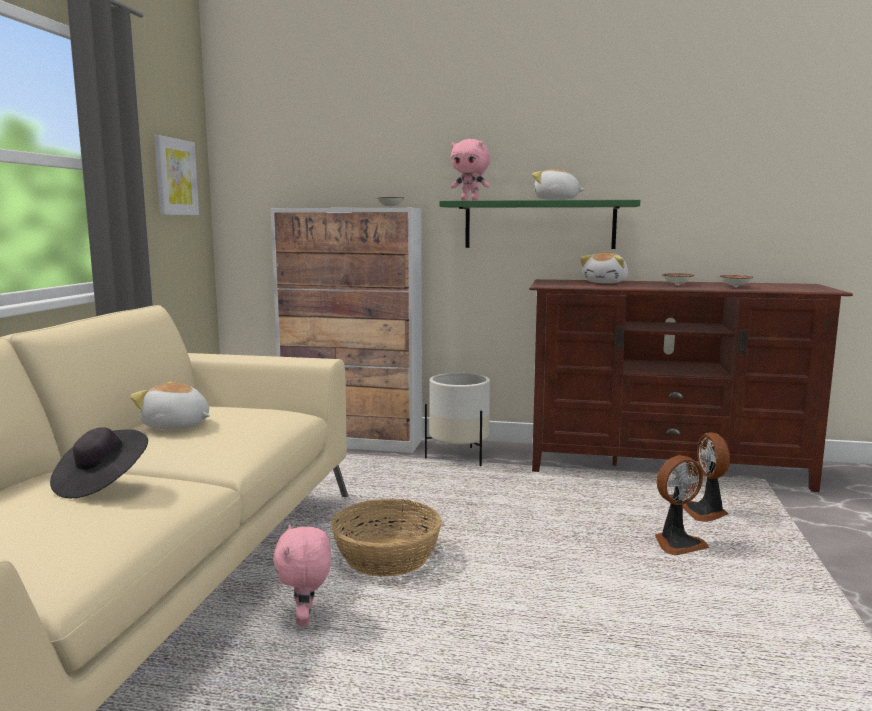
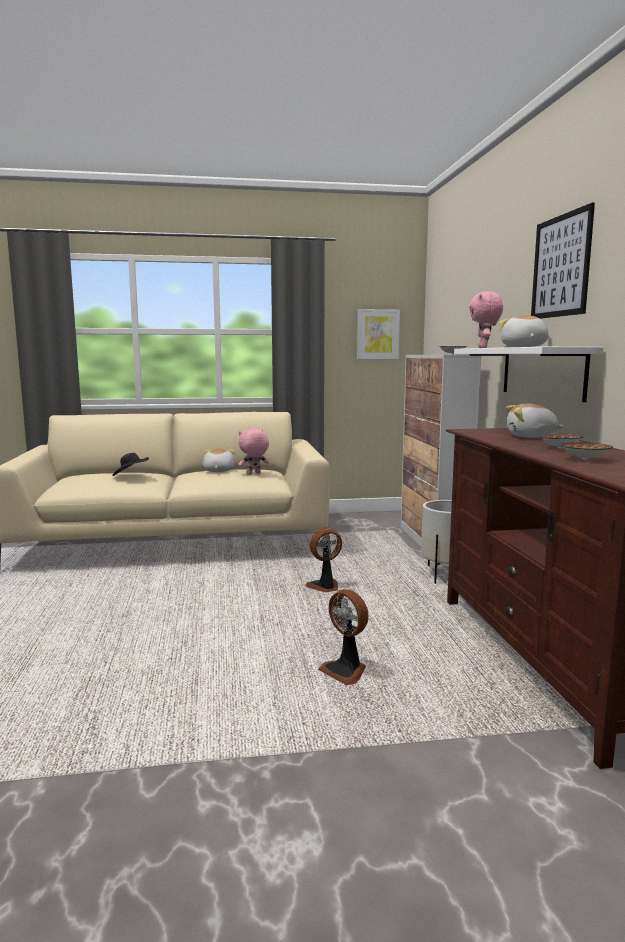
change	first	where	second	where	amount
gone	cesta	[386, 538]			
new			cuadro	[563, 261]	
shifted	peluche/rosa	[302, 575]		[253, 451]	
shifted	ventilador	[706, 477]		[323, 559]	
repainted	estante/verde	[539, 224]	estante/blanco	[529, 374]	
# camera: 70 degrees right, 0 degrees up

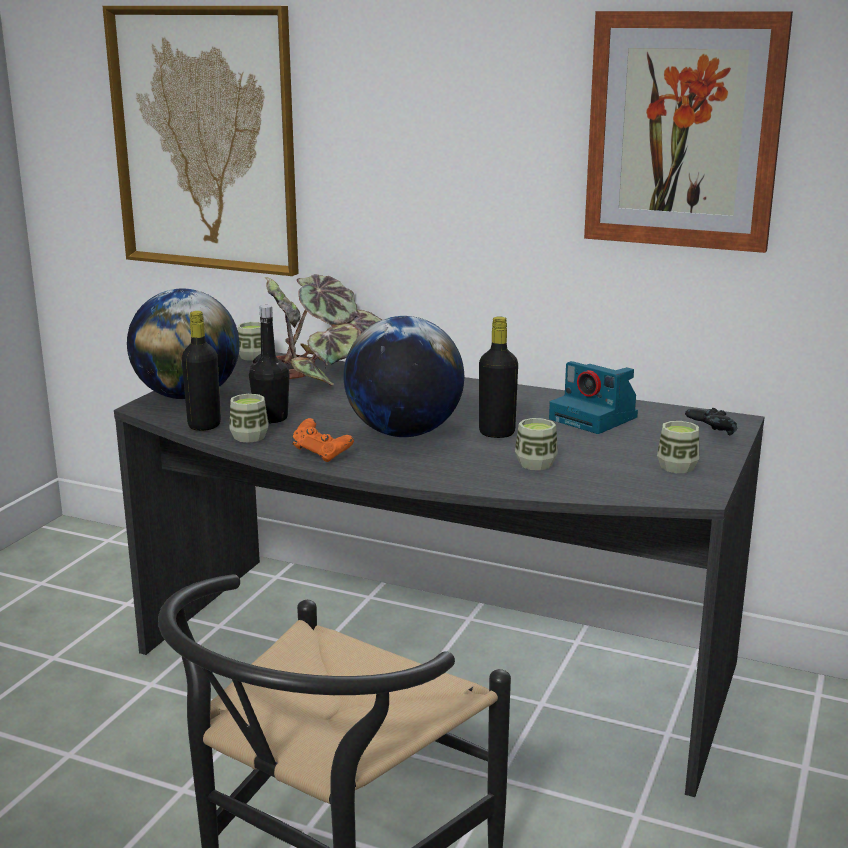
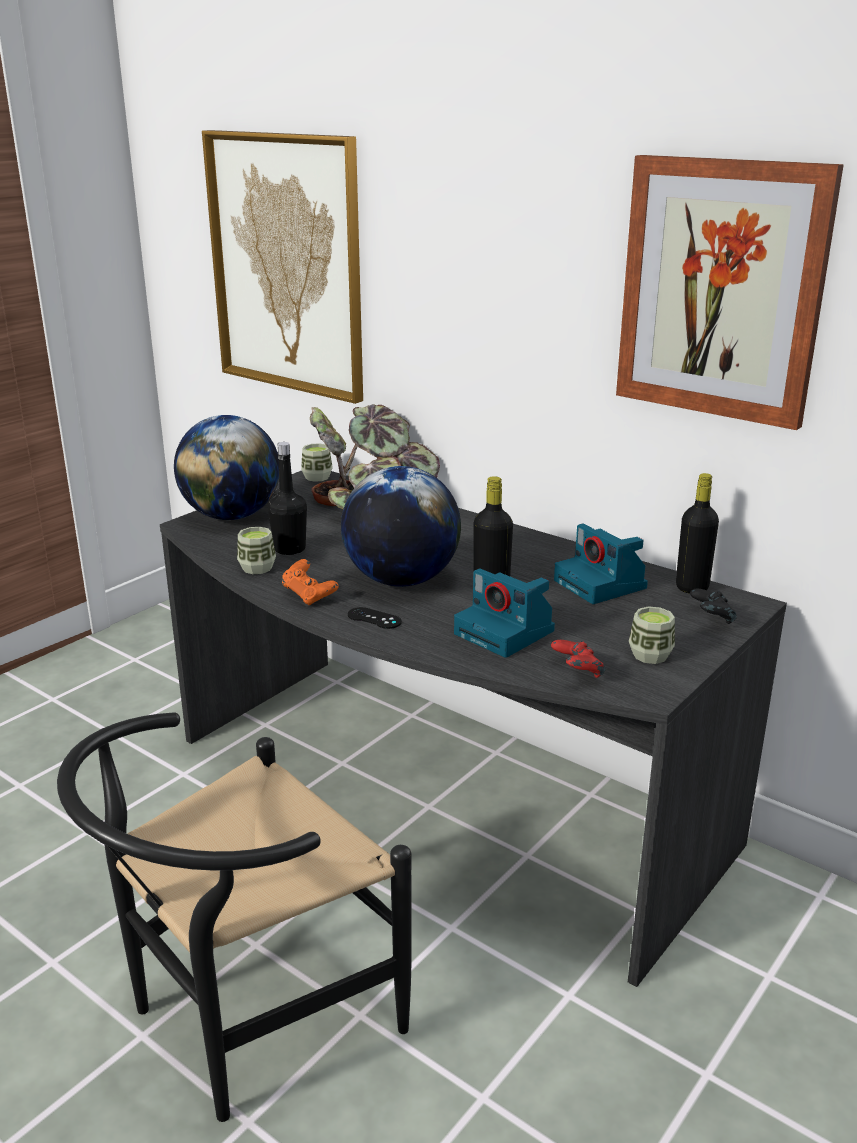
change	first	where	second	where	amount
new			mando de consola/negro	[375, 618]	
new			mando de consola/rojo	[578, 659]	
shifted	botella/negro	[201, 371]		[697, 533]	
swapped	taza	[536, 444]	cámara	[504, 613]	
# camera: 15 degrees right, 5 degrees up

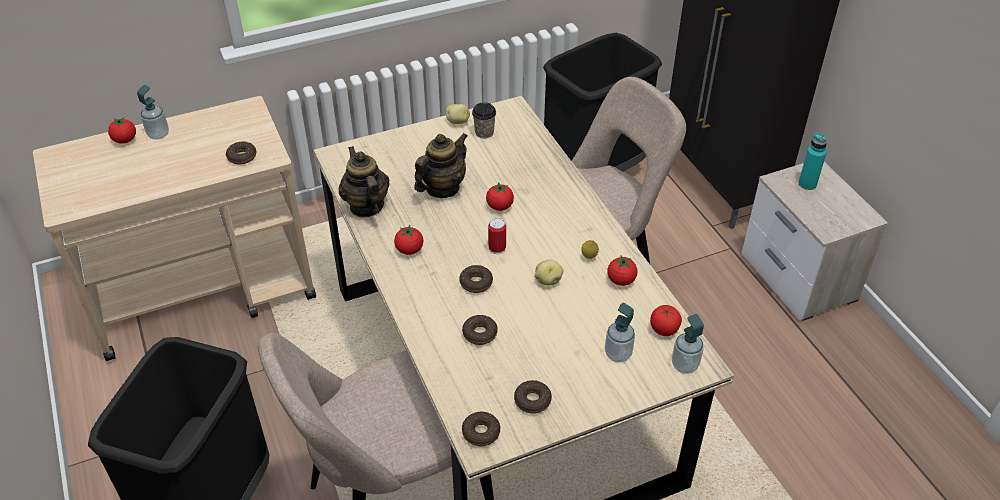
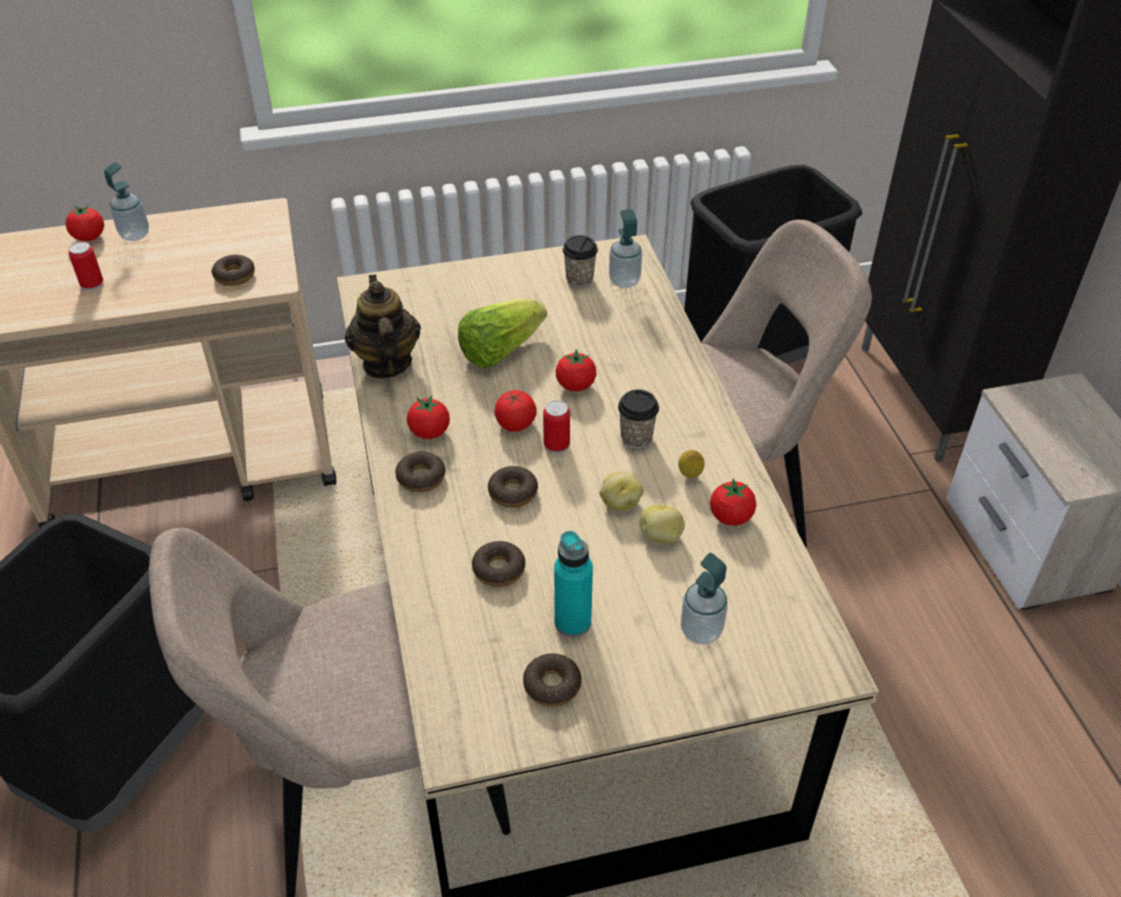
change	first	where	second	where	amount
new			lata	[86, 266]	
new			taza	[638, 419]	
shifted	patata	[458, 114]		[662, 524]	
shifted	rosquilla	[481, 429]		[420, 471]	
shifted	tomate	[666, 320]		[515, 411]	
shifted	dispensador de jabón	[688, 344]		[625, 248]	
shifted	botella/turquesa	[812, 161]		[573, 584]	
swapped	tetera	[441, 165]	lechuga	[502, 334]	
# camera: 10 degrees right, 0 degrees up

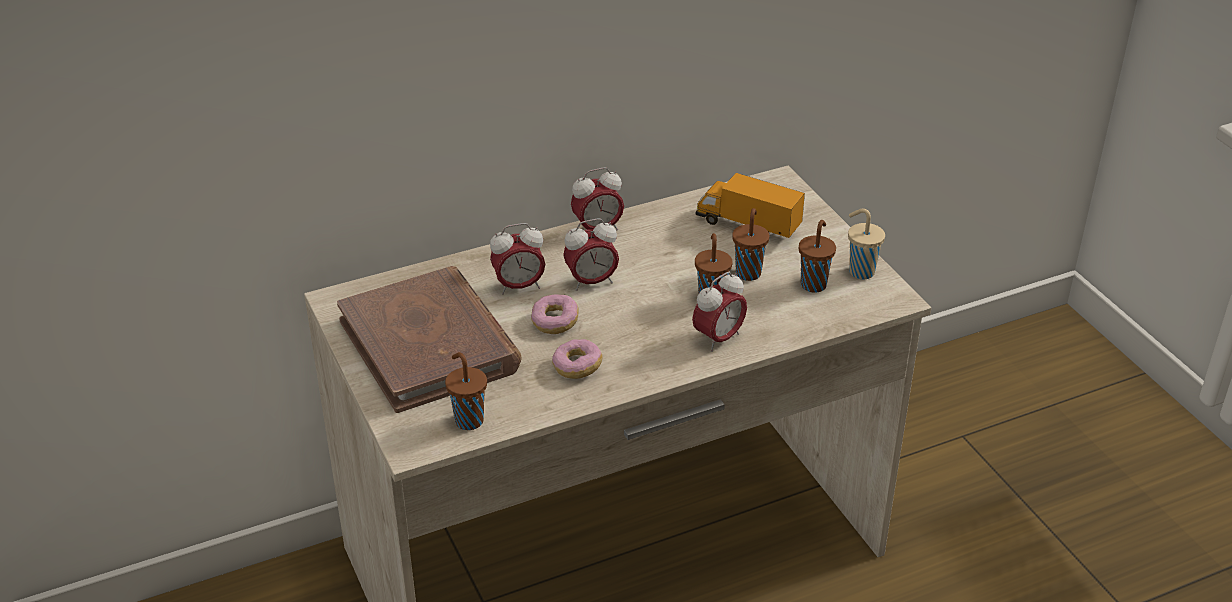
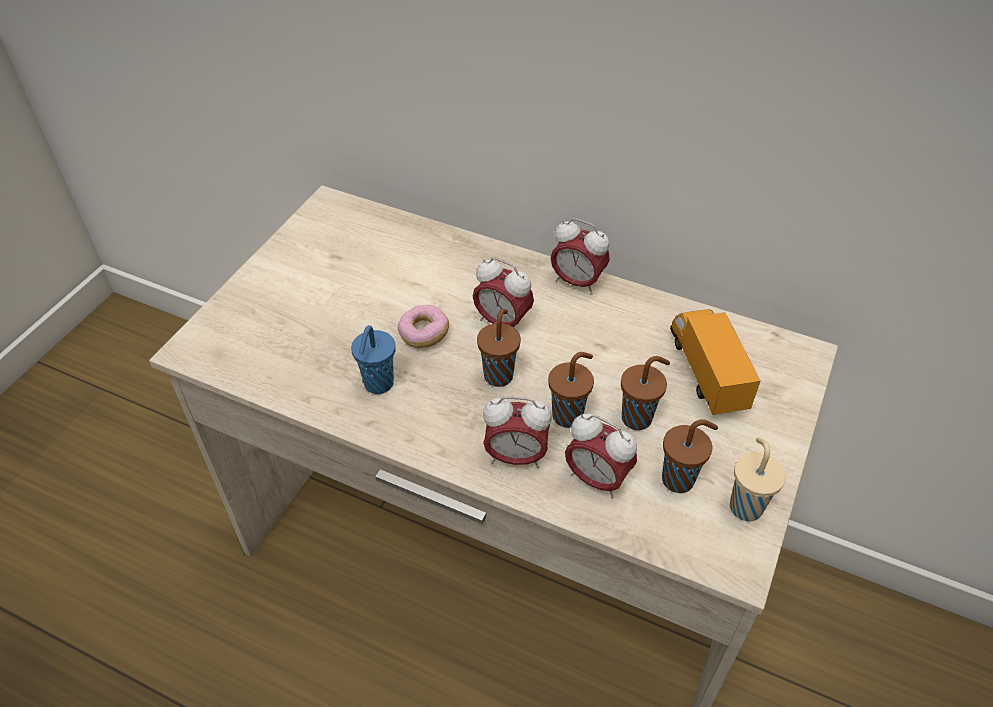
change	first	where	second	where	amount
gone	libro/marrón	[429, 339]			
shifted	taza/marrón	[466, 391]		[499, 348]	
shifted	despertador	[517, 259]		[601, 456]	
swapped	rosquilla	[577, 359]	taza/azul	[373, 359]	
# camera: 50 degrees right, 10 degrees up

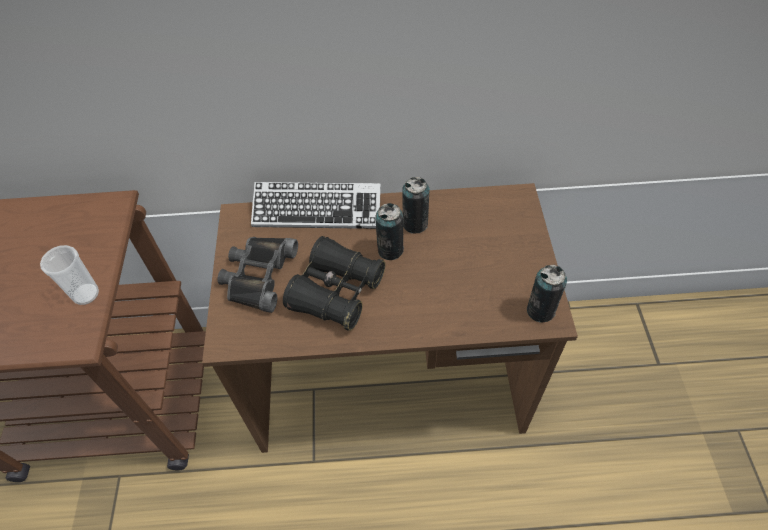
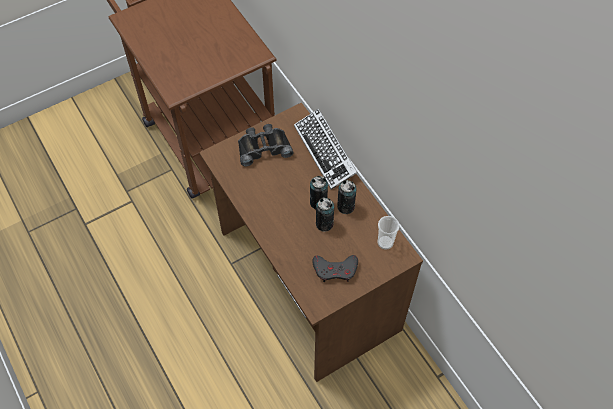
change	first	where	second	where	amount
gone	prismáticos/negro	[334, 283]			
new			mando de consola/gris	[335, 268]	
shifted	taza	[69, 275]		[388, 233]	
shifted	lata	[547, 294]		[325, 214]	
# camera: 60 degrees right, 5 degrees up

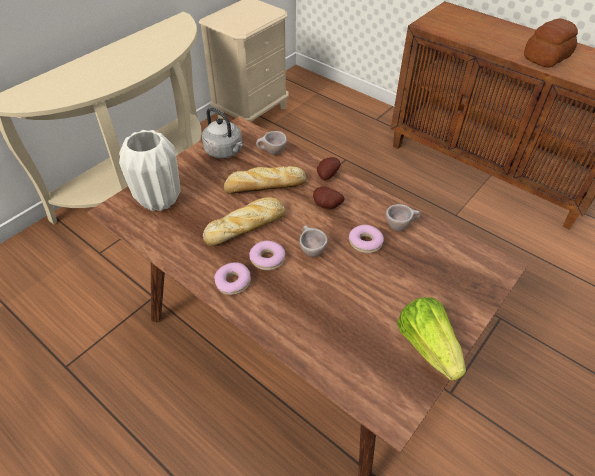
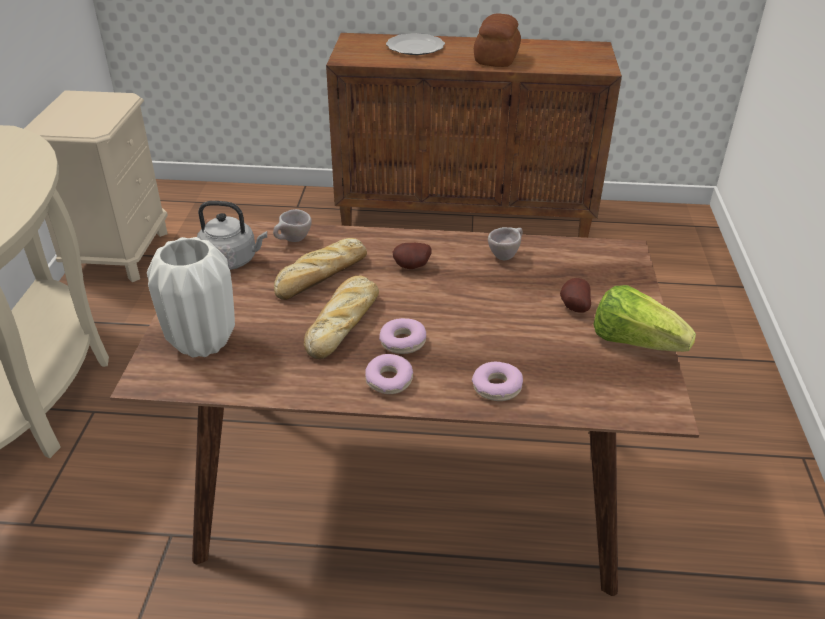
change	first	where	second	where	amount
gone	taza/beis	[313, 241]			
new			plato	[415, 44]	
shifted	patata	[329, 168]		[575, 295]	
shifted	rosquilla	[366, 239]		[497, 381]	
# camera: 35 degrees left, 10 degrees down

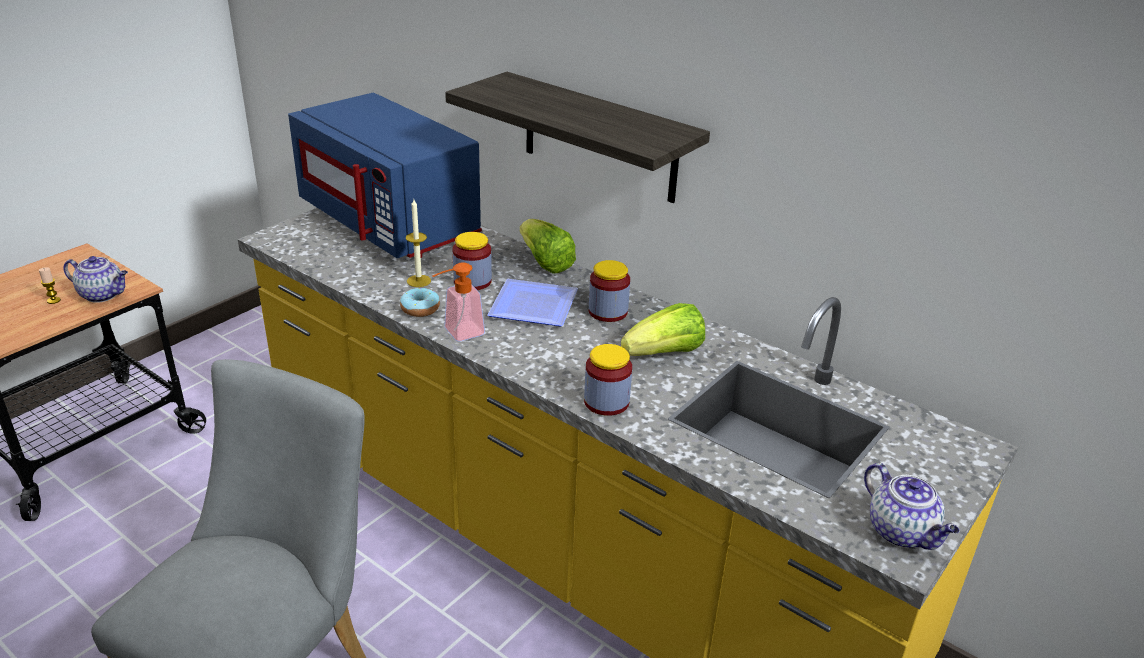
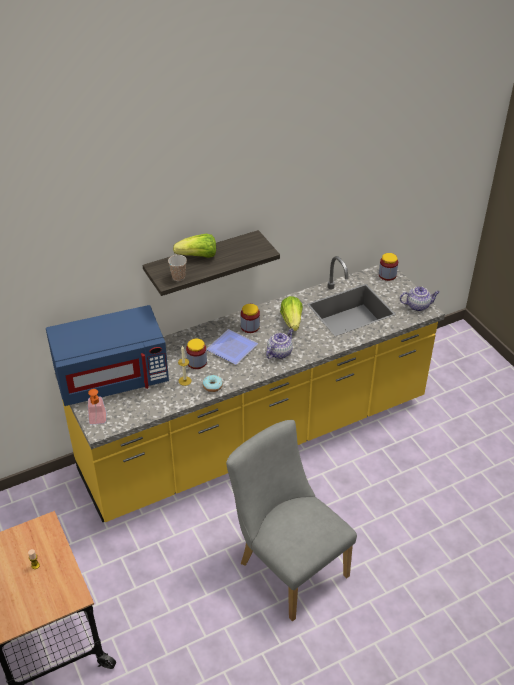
change	first	where	second	where	amount
new			taza	[177, 268]	
shifted	tetera	[95, 279]		[280, 343]	
shifted	dispensador de jabón	[458, 302]		[97, 407]	
shifted	lechuga	[548, 246]		[194, 246]	
shifted	tarro	[608, 380]		[388, 267]	
# camera: 65 degrees left, 10 degrees up

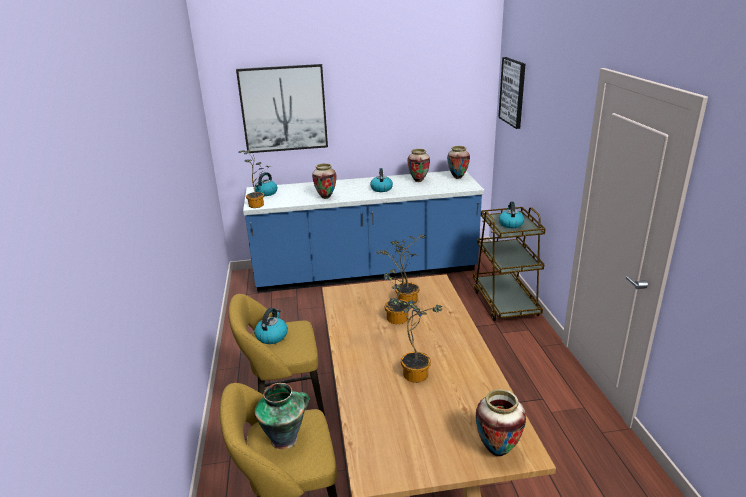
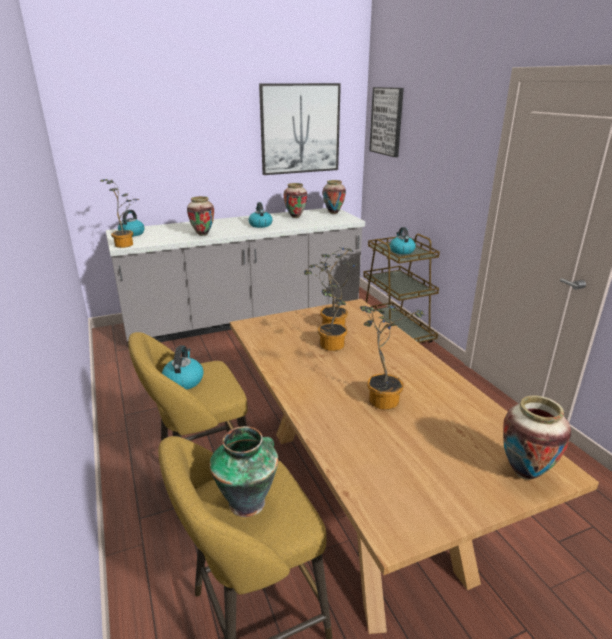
change	first	where	second	where	amount
shifted	cuadro	[282, 108]		[300, 129]	
repainted	mueble bajo de cocina/azul	[363, 232]	mueble bajo de cocina/gris	[235, 278]	
# camera: 15 degrees left, 0 degrees up

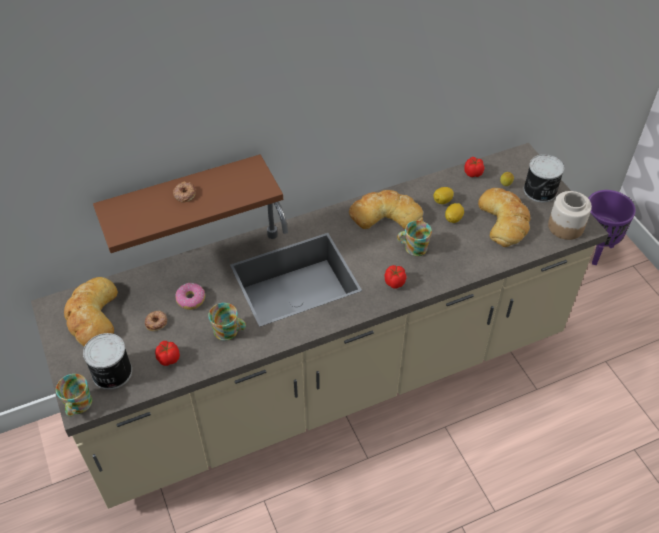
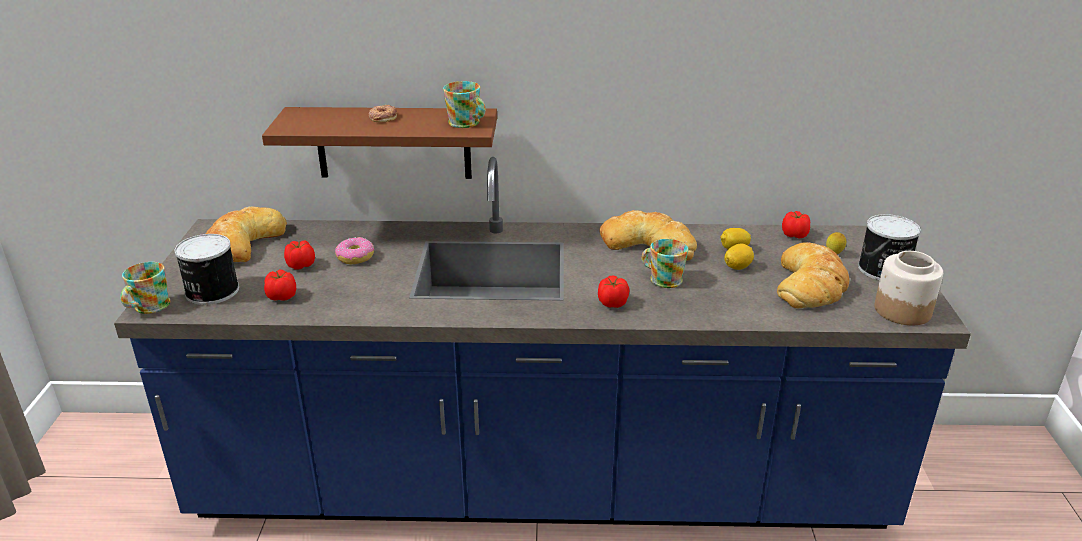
change	first	where	second	where	amount
gone	maceta/morado	[612, 227]			
shifted	taza grande	[227, 322]		[464, 104]	
swapped	rosquilla	[156, 321]	tomate	[299, 255]	
repainted	mueble bajo de cocina/beis	[320, 326]	mueble bajo de cocina/azul	[542, 343]	
# camera: 25 degrees right, 20 degrees down

